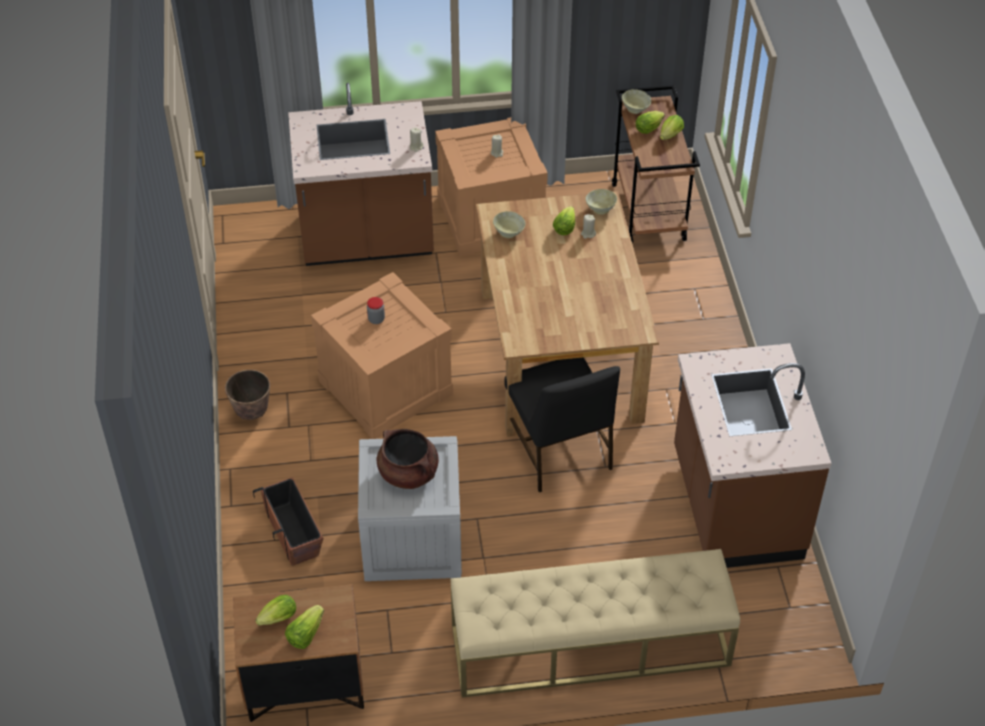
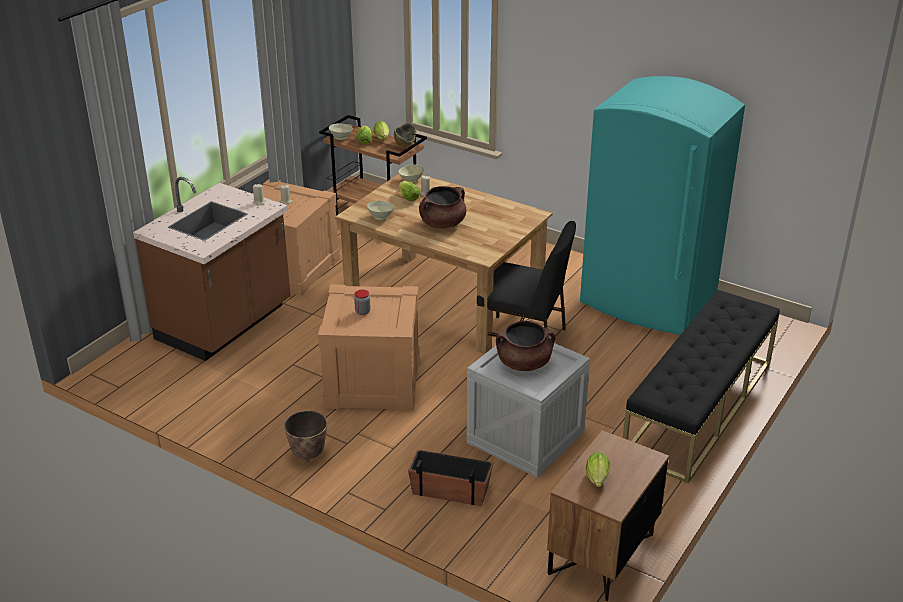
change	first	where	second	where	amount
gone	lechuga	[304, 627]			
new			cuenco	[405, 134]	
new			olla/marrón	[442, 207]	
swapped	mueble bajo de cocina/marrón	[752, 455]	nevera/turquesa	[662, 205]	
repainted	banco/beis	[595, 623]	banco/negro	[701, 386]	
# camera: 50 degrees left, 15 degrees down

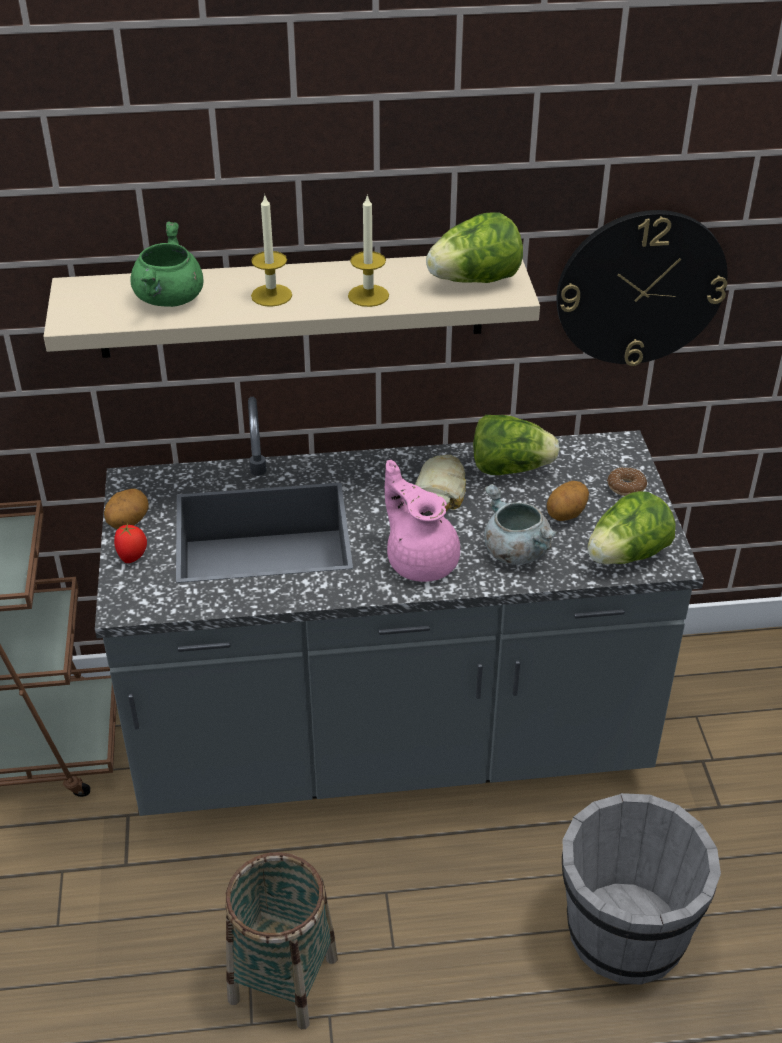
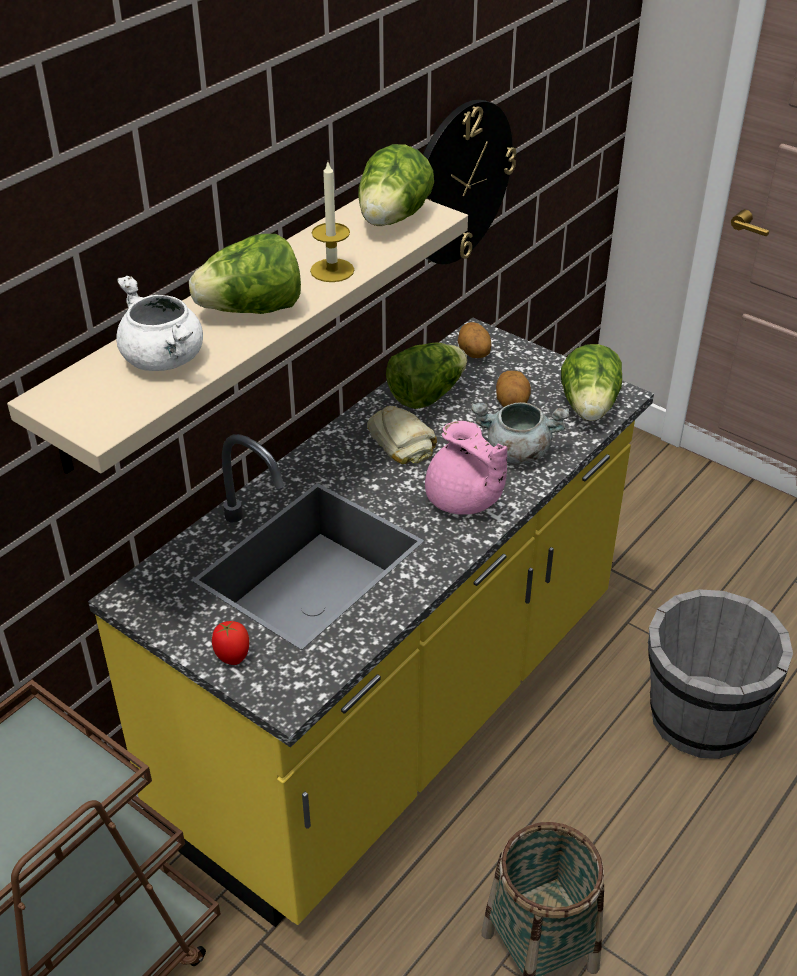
change	first	where	second	where	amount
gone	rosquilla	[627, 481]			
shifted	patata	[126, 509]		[474, 340]	
swapped	vela	[271, 251]	lechuga	[245, 274]	
repainted	mueble bajo de cocina/gris	[399, 606]	mueble bajo de cocina/amarillo	[371, 622]	
repainted	olla/verde	[167, 264]	olla/blanco	[159, 323]	
rotated	tetera/rosa	[422, 521]		[466, 468]	135 degrees counterclockwise
# camera: 45 degrees left, 0 degrees up

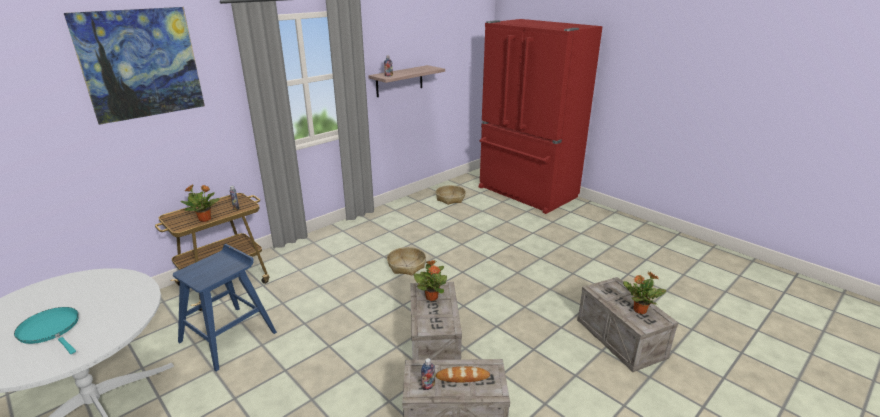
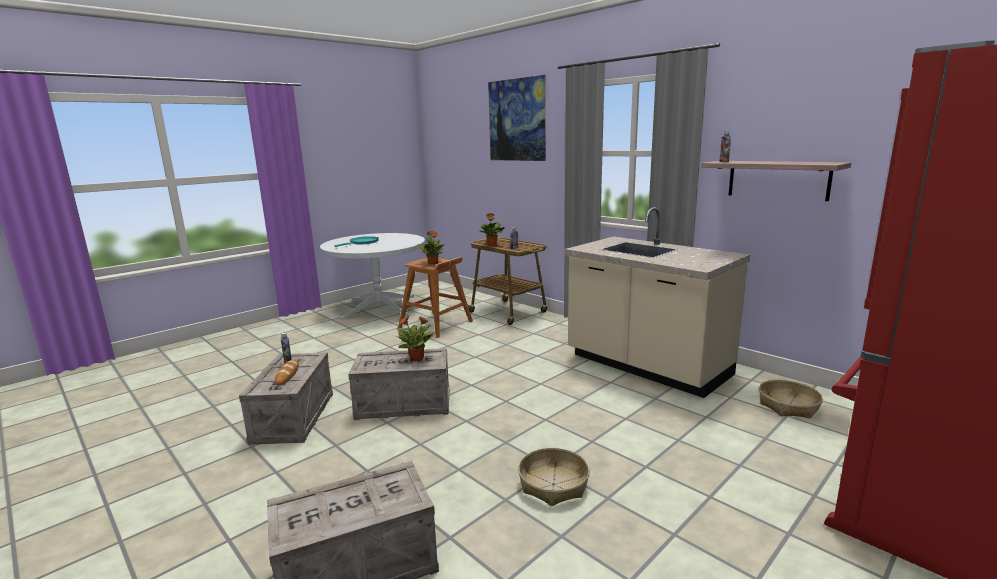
change	first	where	second	where	amount
new			mueble bajo de cocina/beis	[657, 302]	
shifted	cesta	[406, 261]		[554, 477]	
shifted	planta en maceta	[644, 293]		[430, 247]	
repainted	taburete/azul	[225, 308]	taburete/marrón	[435, 297]	
# camera: 90 degrees right, 10 degrees down

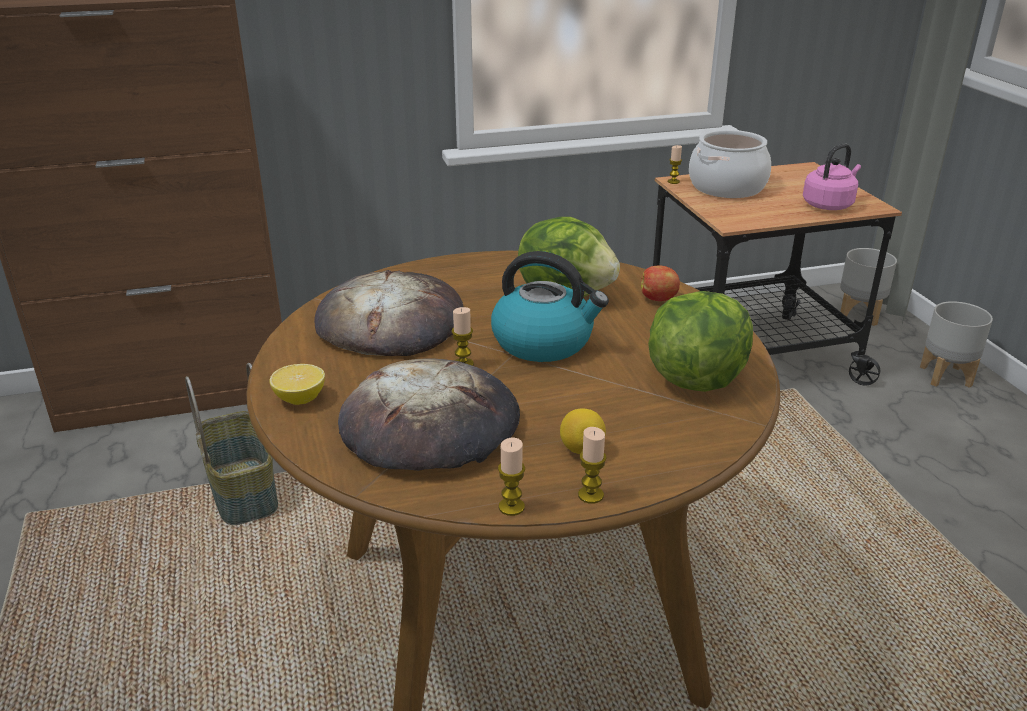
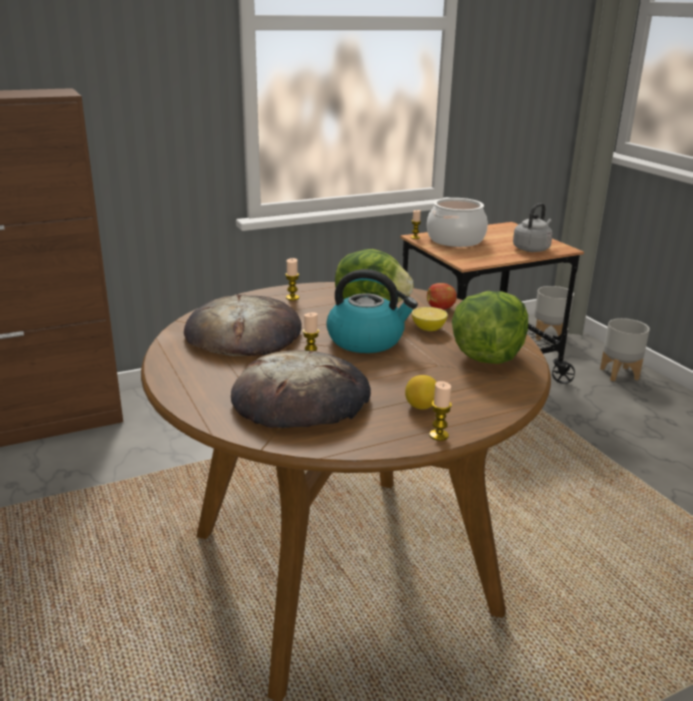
change	first	where	second	where	amount
gone	cesta	[231, 444]			
shifted	limón	[297, 384]		[430, 319]	
shifted	vela	[511, 477]		[292, 279]	
repainted	hervidor/rosa	[832, 176]	hervidor/gris	[533, 227]	
# camera: 10 degrees left, 5 degrees down

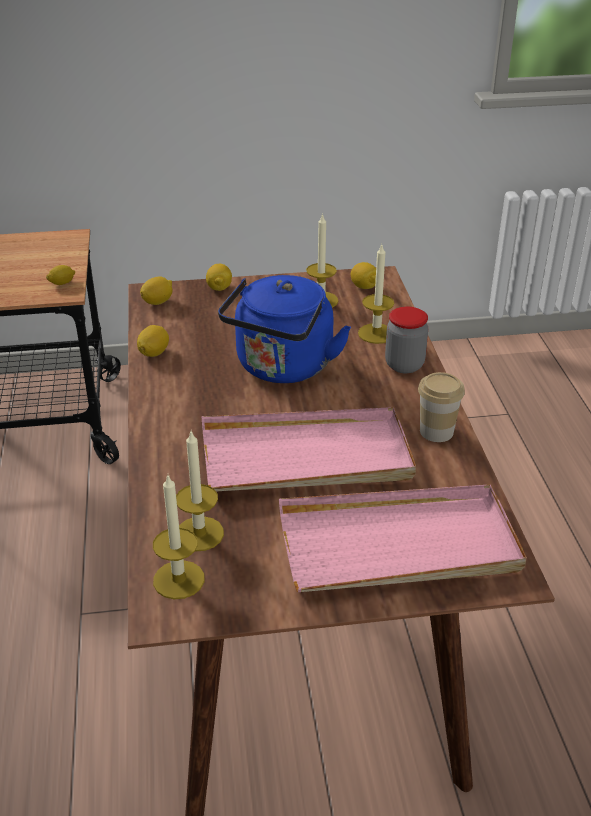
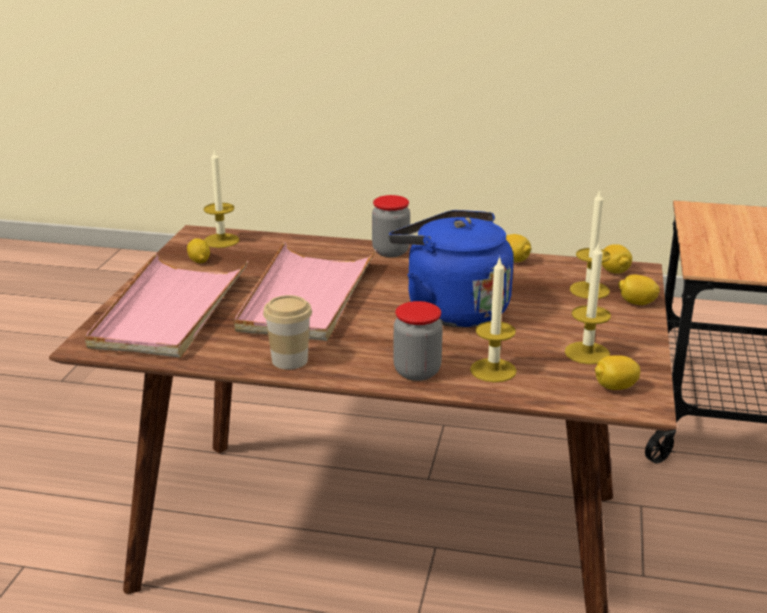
change	first	where	second	where	amount
new			tarro	[391, 226]	
shifted	limón	[60, 275]		[198, 250]	
shifted	vela	[200, 491]		[590, 245]	
# camera: 110 degrees right, 10 degrees down

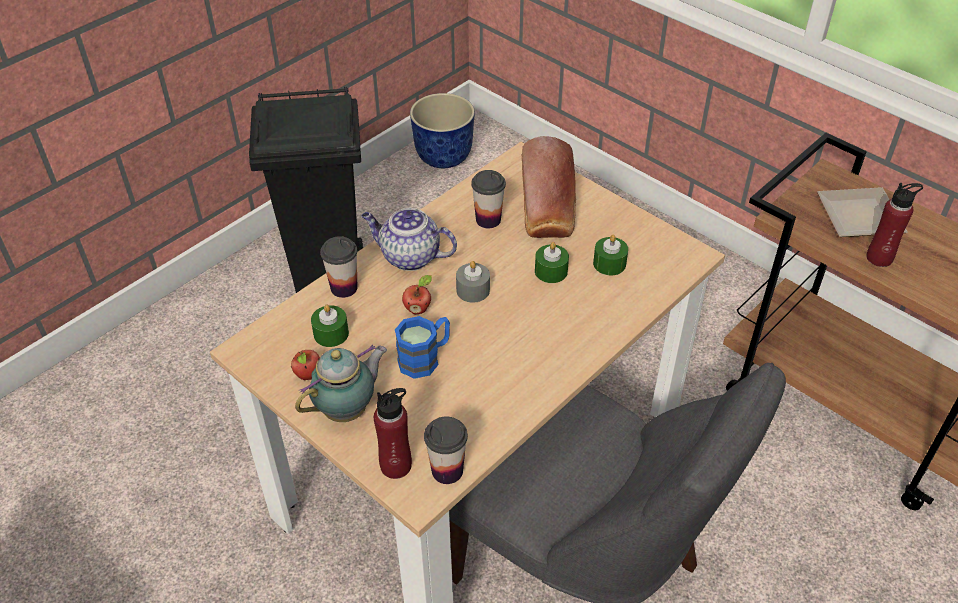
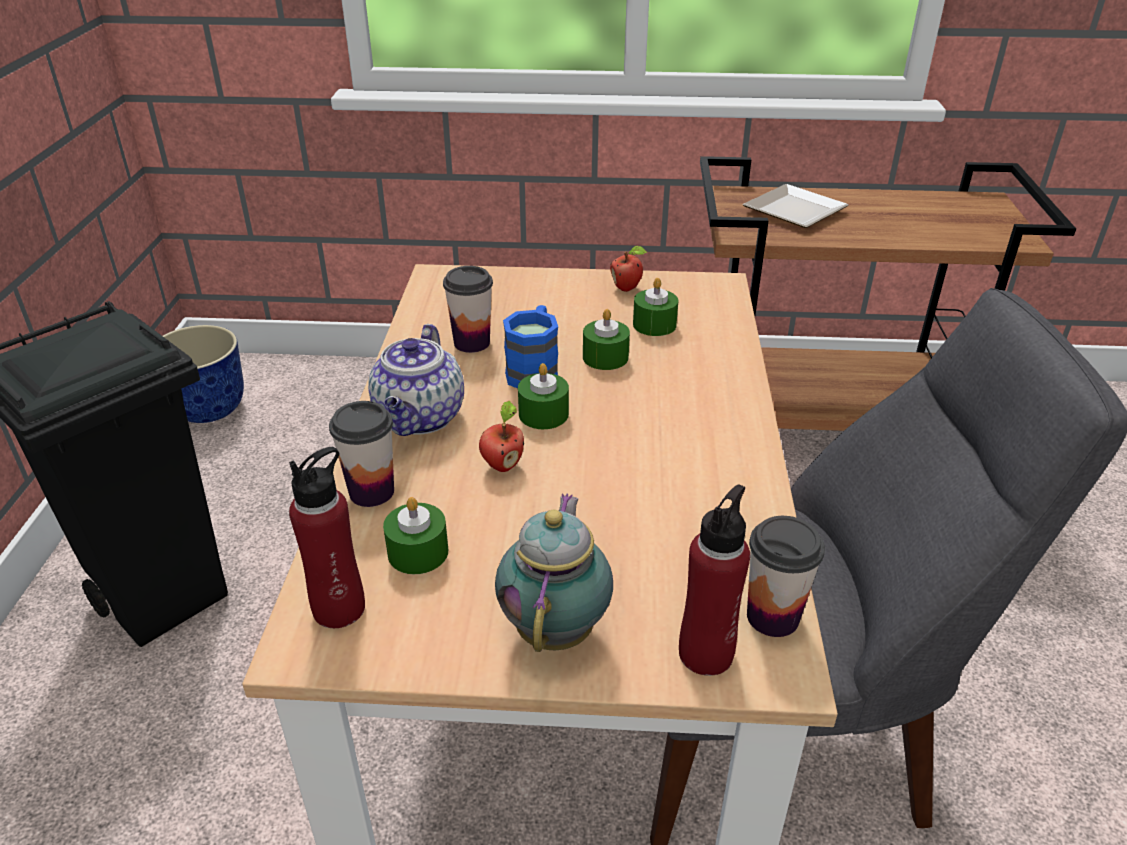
change	first	where	second	where	amount
gone	pan	[549, 187]			
shifted	manzana	[305, 365]		[628, 269]	
shifted	taza grande/azul	[422, 347]		[530, 347]	
shifted	botella/rojo	[894, 225]		[327, 537]	
repainted	vela/gris	[473, 282]	vela/verde	[543, 396]	
rotated	tetera	[409, 239]		[416, 380]	60 degrees counterclockwise
# camera: 40 degrees left, 10 degrees down

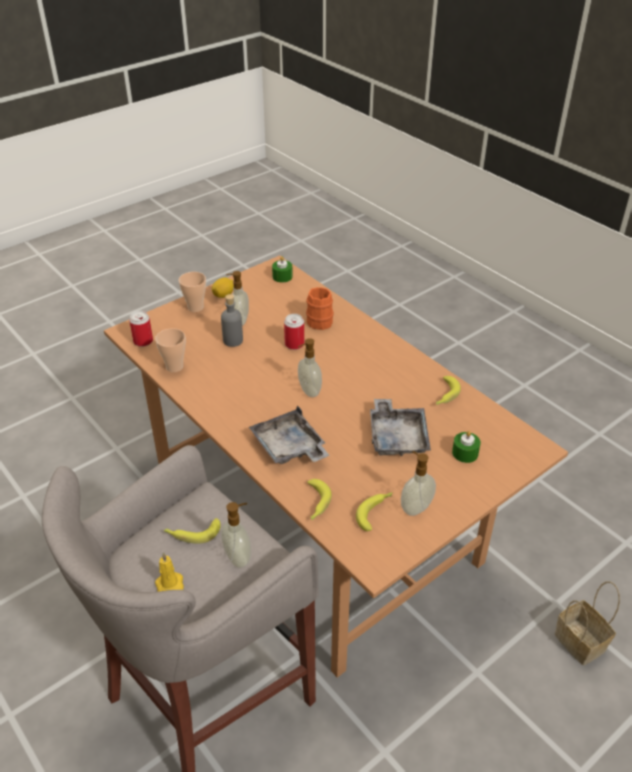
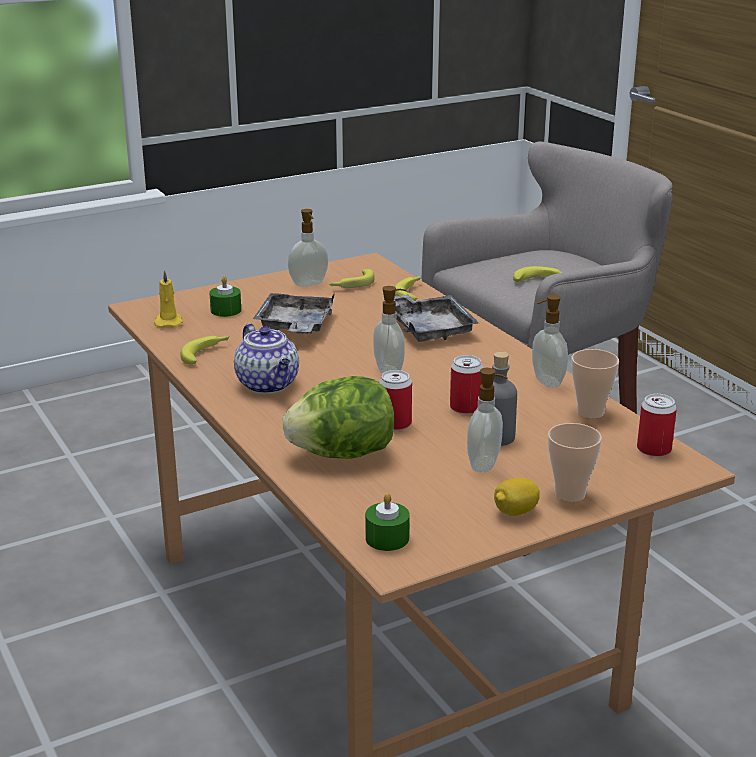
change	first	where	second	where	amount
gone	cesta	[587, 623]			
new			tetera	[266, 358]	
new			lata	[467, 384]	
shifted	vela/amarillo	[169, 572]		[168, 298]	
shifted	dispensador de jabón	[236, 535]		[550, 341]	
swapped	taza grande/naranja	[320, 308]	lechuga	[338, 417]	
# camera: 170 degrees left, 15 degrees down

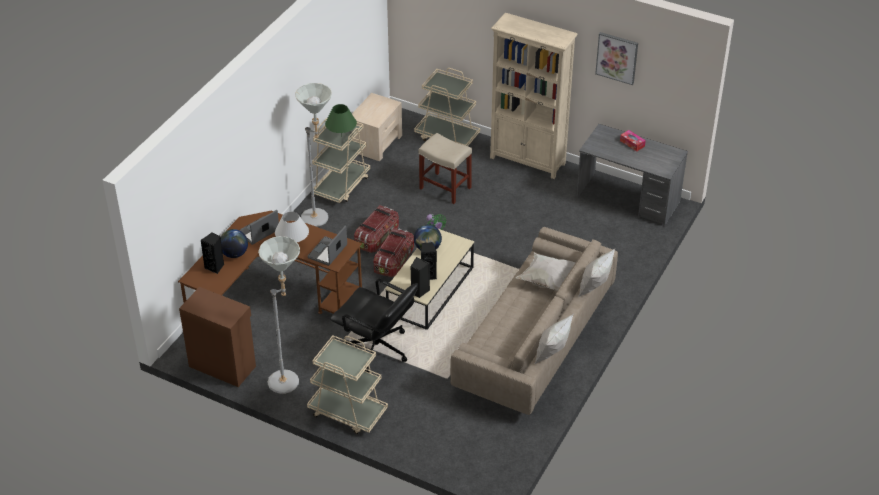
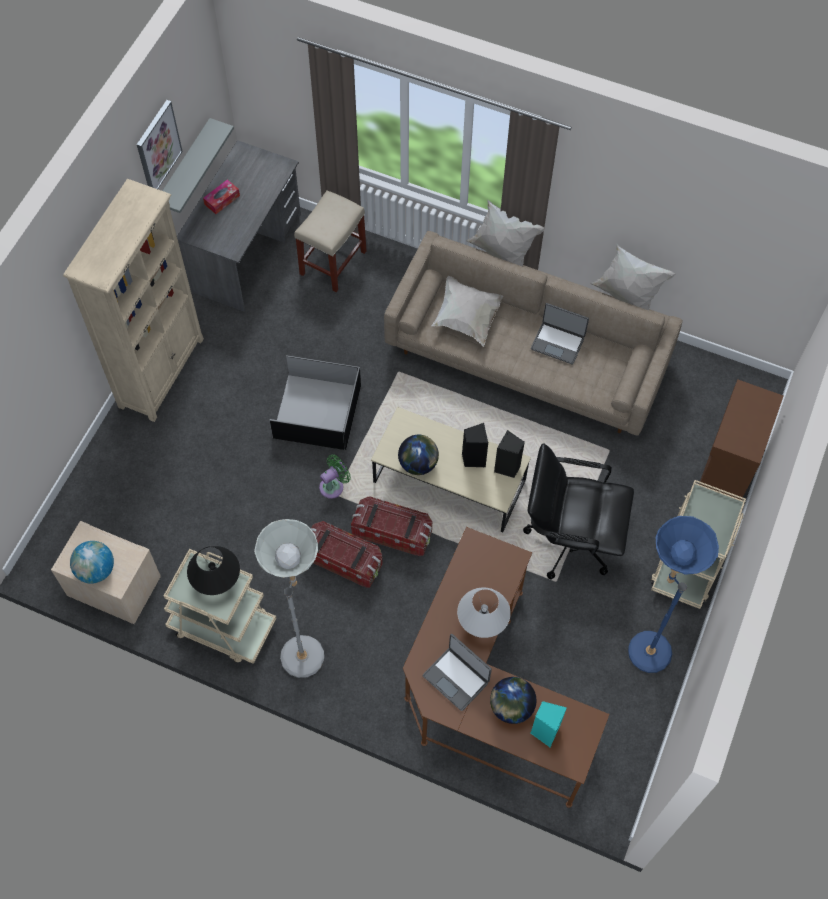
change	first	where	second	where	amount
gone	carrito/beis	[447, 107]			
new			globo terráqueo	[92, 562]	
new			estante/gris	[198, 165]	
new			caja de almacenaje/negro	[315, 402]	
shifted	armario/marrón	[217, 337]		[741, 440]	
shifted	portátil	[327, 245]		[560, 333]	
shifted	taburete/beis	[445, 168]		[330, 241]	
repainted	altavoz/negro	[212, 253]	altavoz/turquesa	[549, 724]	
repainted	lámpara de pie/gris	[279, 315]	lámpara de pie/azul	[673, 594]	
repainted	lámpara de mesa/verde	[341, 120]	lámpara de mesa/negro	[213, 570]	
rotated	silla de oficina/negro	[374, 326]		[578, 511]	105 degrees counterclockwise
# camera: 95 degrees left, 20 degrees up

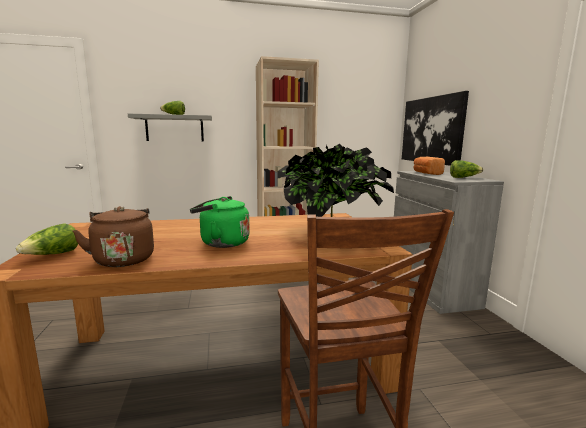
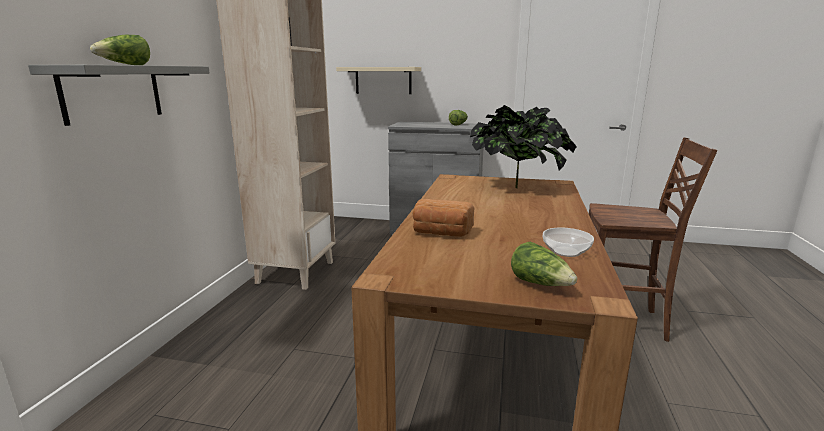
change	first	where	second	where	amount
gone	hervidor/verde	[220, 222]			
shifted	pan	[429, 166]		[443, 218]	
swapped	hervidor/marrón	[113, 236]	cuenco	[568, 242]	
swapped	cuadro	[435, 128]	estante/beis	[378, 80]	
# camera: 65 degrees left, 5 degrees up

